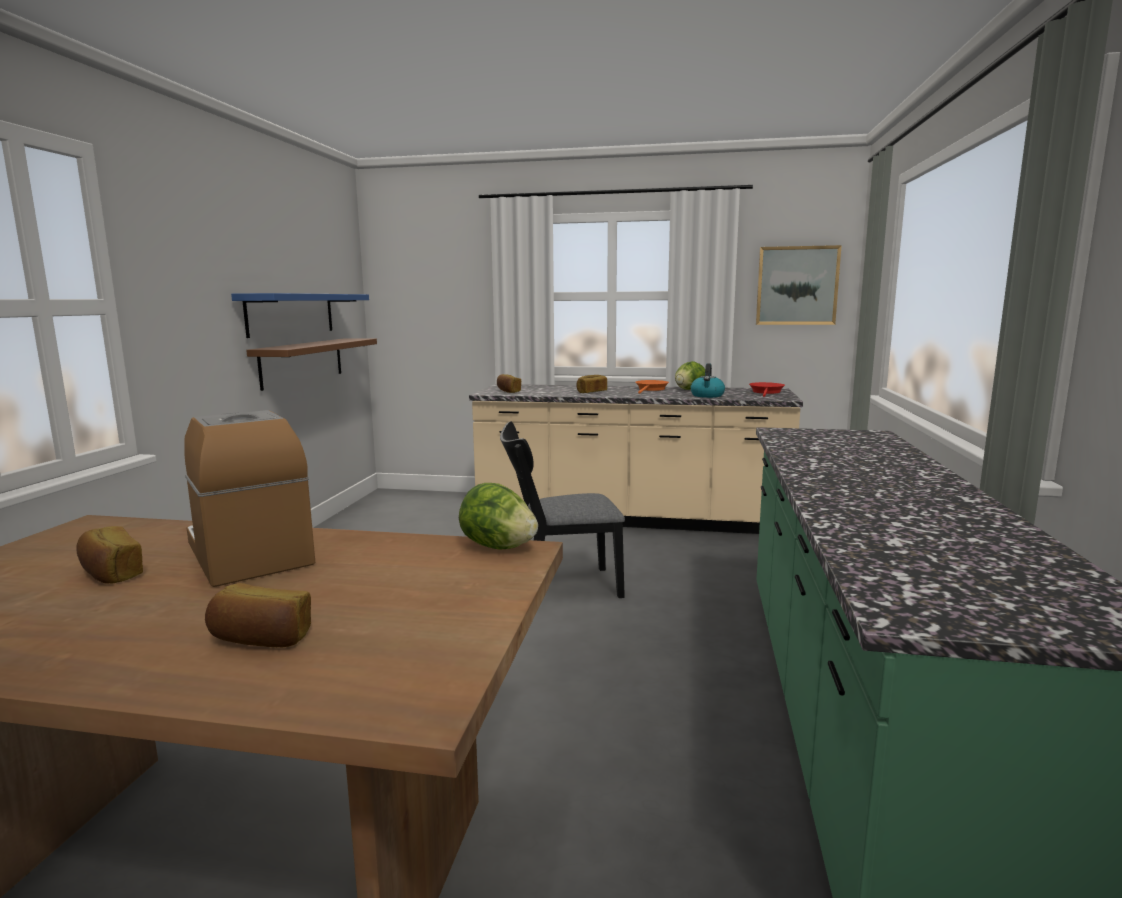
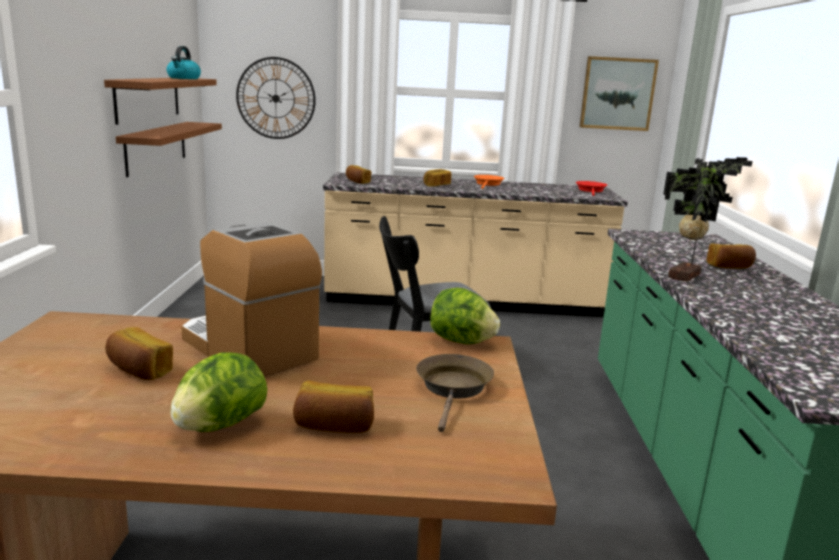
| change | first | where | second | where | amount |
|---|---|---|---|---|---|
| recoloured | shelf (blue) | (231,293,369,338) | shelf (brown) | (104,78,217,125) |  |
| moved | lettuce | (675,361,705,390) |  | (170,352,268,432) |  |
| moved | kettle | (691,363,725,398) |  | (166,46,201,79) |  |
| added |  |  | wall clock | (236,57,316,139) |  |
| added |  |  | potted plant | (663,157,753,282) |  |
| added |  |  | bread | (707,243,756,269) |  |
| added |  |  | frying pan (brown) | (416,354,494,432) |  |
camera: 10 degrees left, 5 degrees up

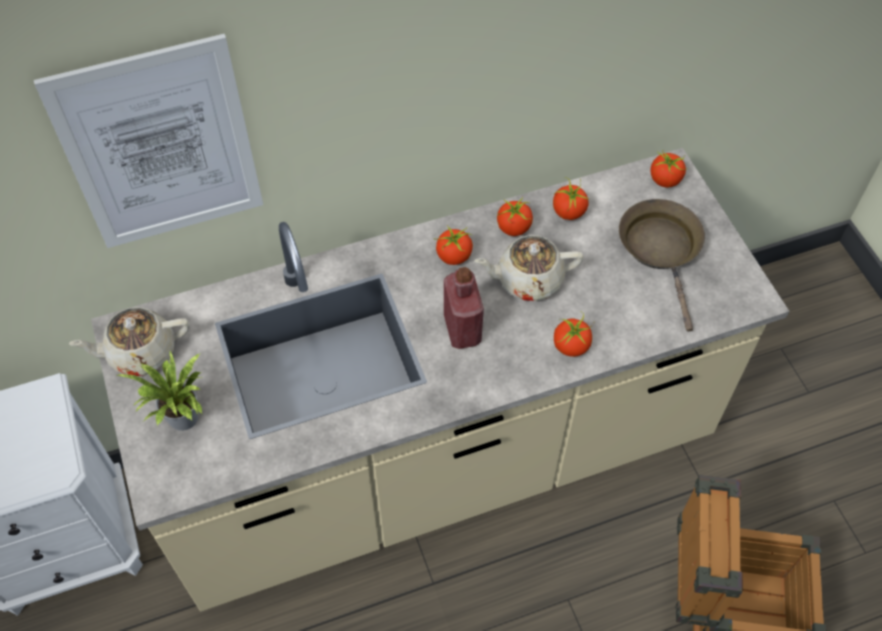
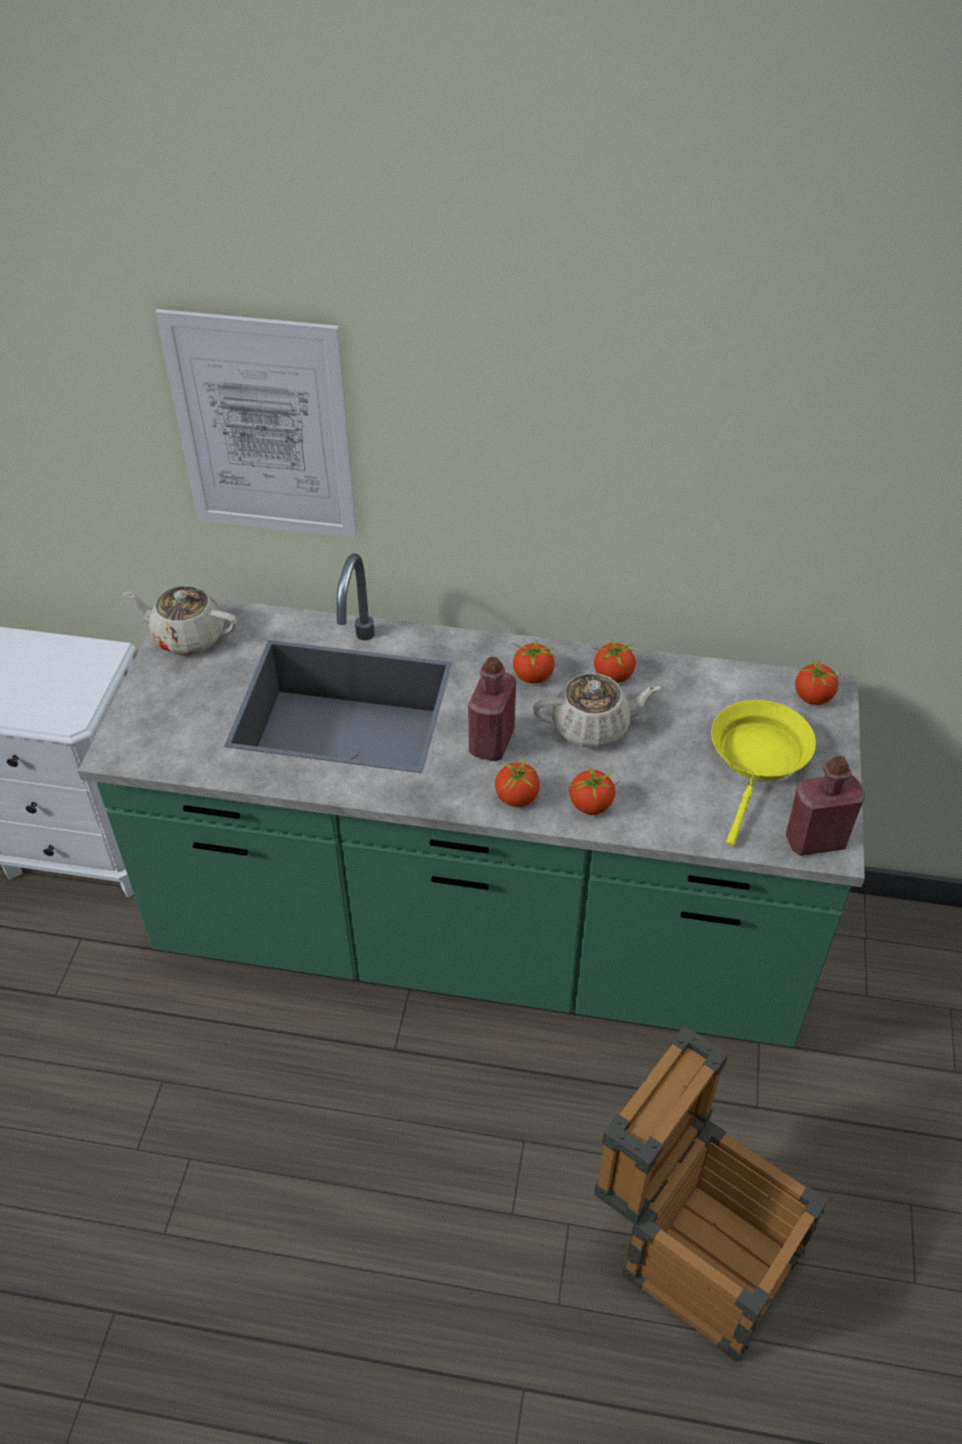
| change | first | where | second | where | amount |
|---|---|---|---|---|---|
| recoloured | counter (beige) | (91,148,789,611) | counter (green) | (78,553,865,1047) |  |
| moved | tomato | (553,177,589,220) |  | (495,753,540,807) |  |
| recoloured | frying pan (brown) | (619,199,705,332) | frying pan (yellow) | (711,700,816,846) |  |
| turned | teapot (beige) | (475,235,584,301) |  | (533,673,661,748) | 150 degrees clockwise |
| removed | potted plant | (117,349,203,431) |  |  |  |
| added |  |  | bottle (red) | (786,756,865,856) |  |
camera: 30 degrees right, 10 degrees down

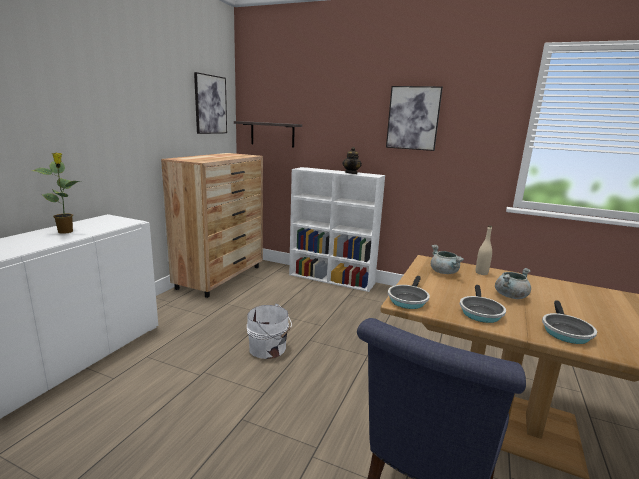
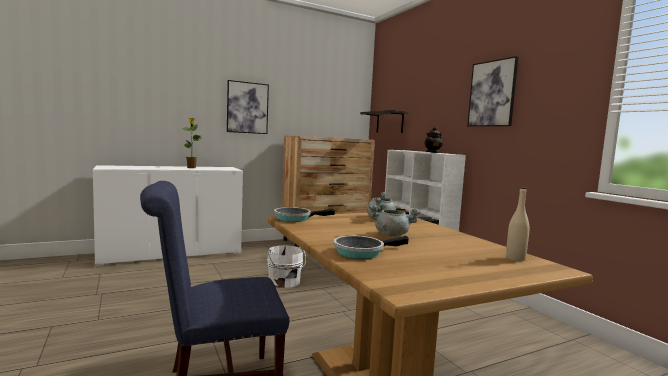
| change | first | where | second | where | amount |
|---|---|---|---|---|---|
| moved | picture | (194,72,227,134) |  | (227,80,269,134) |  |
| moved | bottle (beige) | (476,226,492,275) |  | (506,187,529,261) |  |
| removed | frying pan | (460,285,506,323) |  |  |  |
camera: 40 degrees right, 10 degrees down

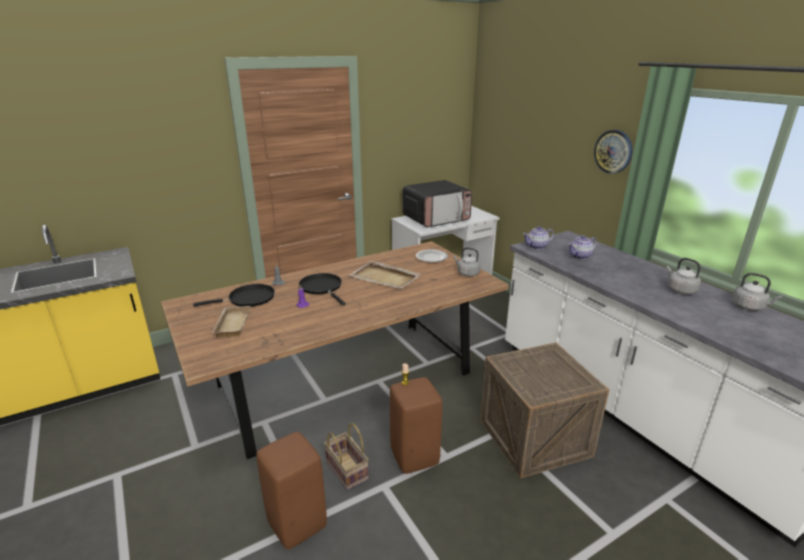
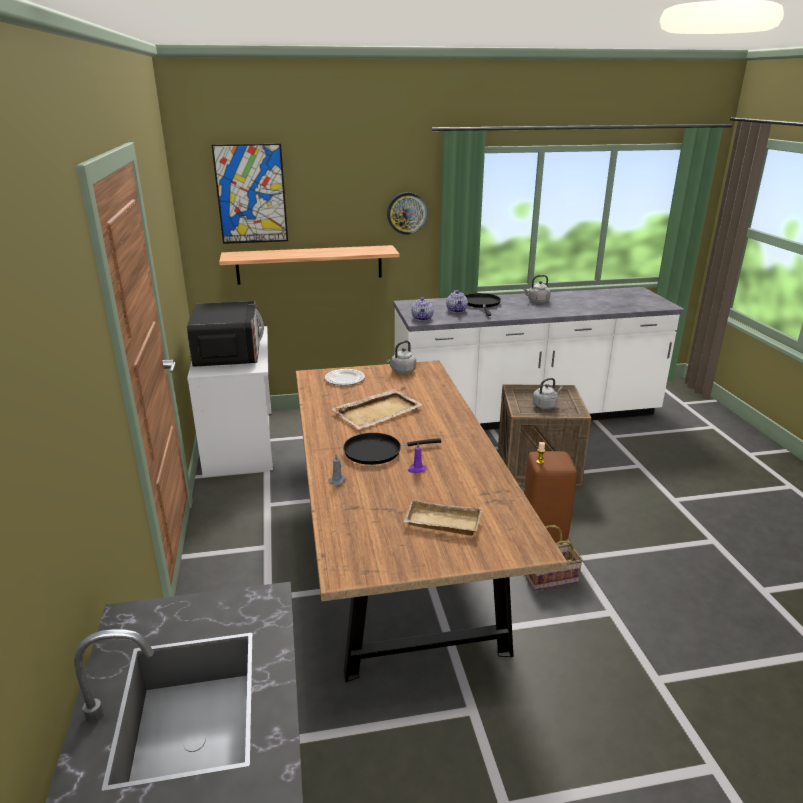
| change | first | where | second | where | amount |
|---|---|---|---|---|---|
| moved | kettle (grey) | (732,273,782,311) |  | (533,378,563,409) |  |
| moved | frying pan (black) | (193,284,275,307) |  | (465,293,501,316) |  |
| removed | stool (brown) | (256,432,327,549) |  |  |  |
| added |  |  | picture | (212,144,288,244) |  |
| added |  |  | shelf | (219,245,400,285) |  |
camera: 70 degrees left, 0 degrees up

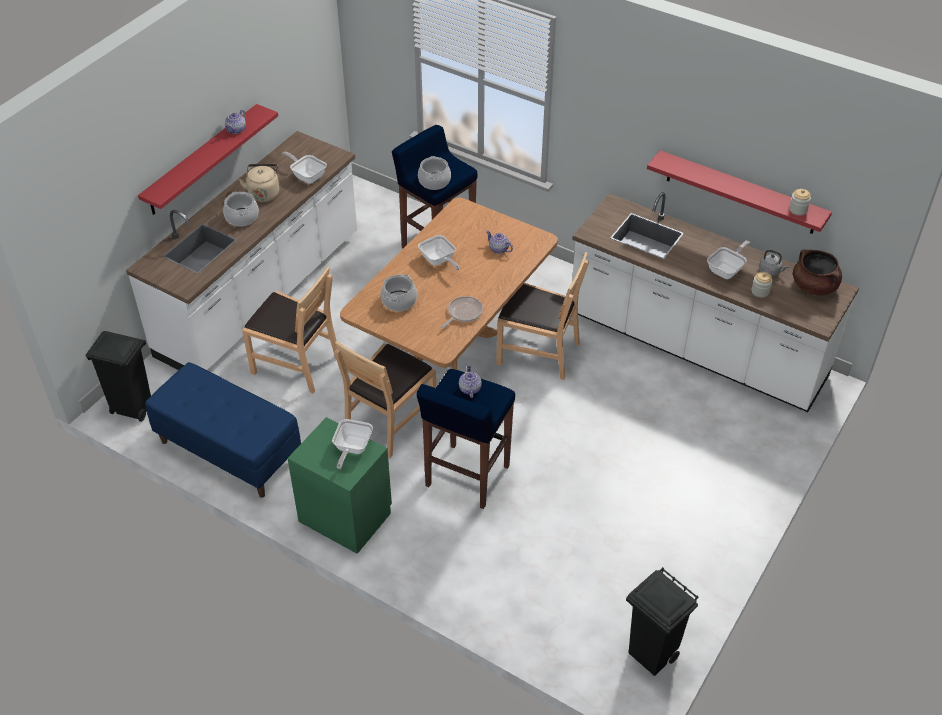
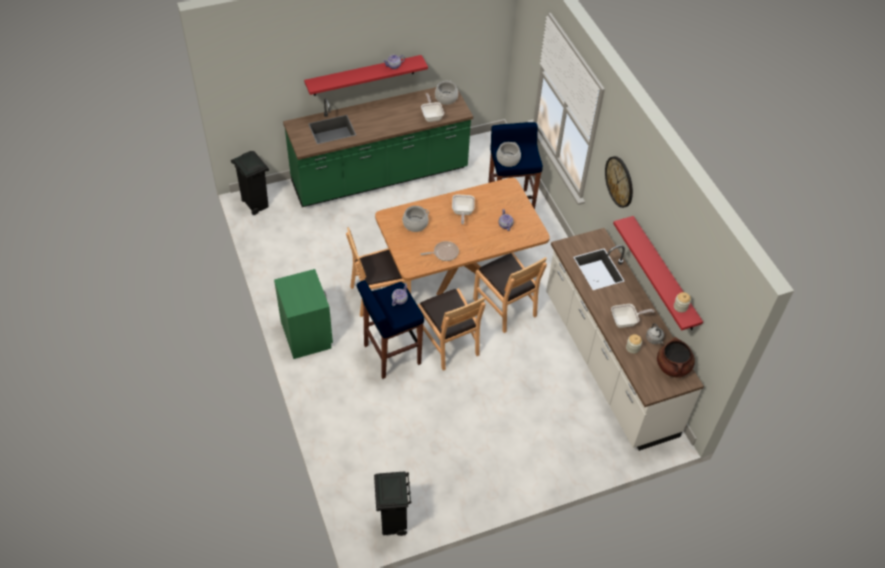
| change | first | where | second | where | amount |
|---|---|---|---|---|---|
| recoloured | counter (white) | (126,131,357,370) | counter (green) | (283,87,473,207) |  |
| removed | kettle (beige) | (239,164,279,202) |  |  |  |
| moved | cooking pot | (223,192,259,227) |  | (435,80,458,105) |  |
| moved | chair (brown) | (242,266,337,393) |  | (416,288,485,371) |  |
| removed | bench (blue) | (145,362,301,498) |  |  |  |
| removed | frying pan | (332,419,373,469) |  |  |  |
| added |  |  | wall clock | (605,156,633,208) |  |
camera: 35 degrees right, 5 degrees up

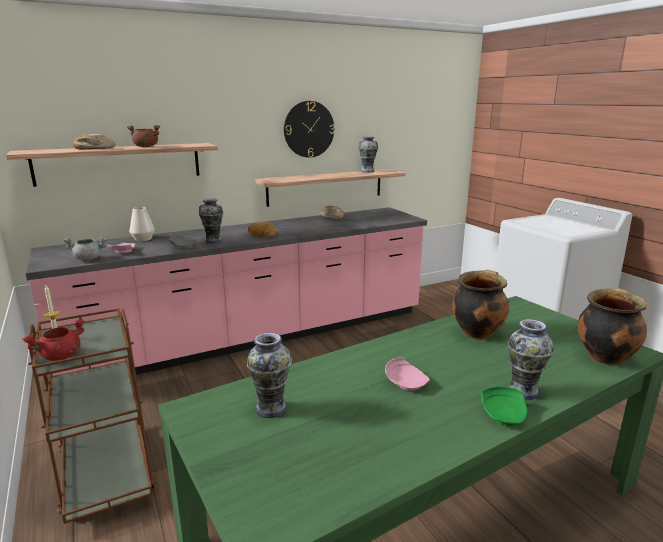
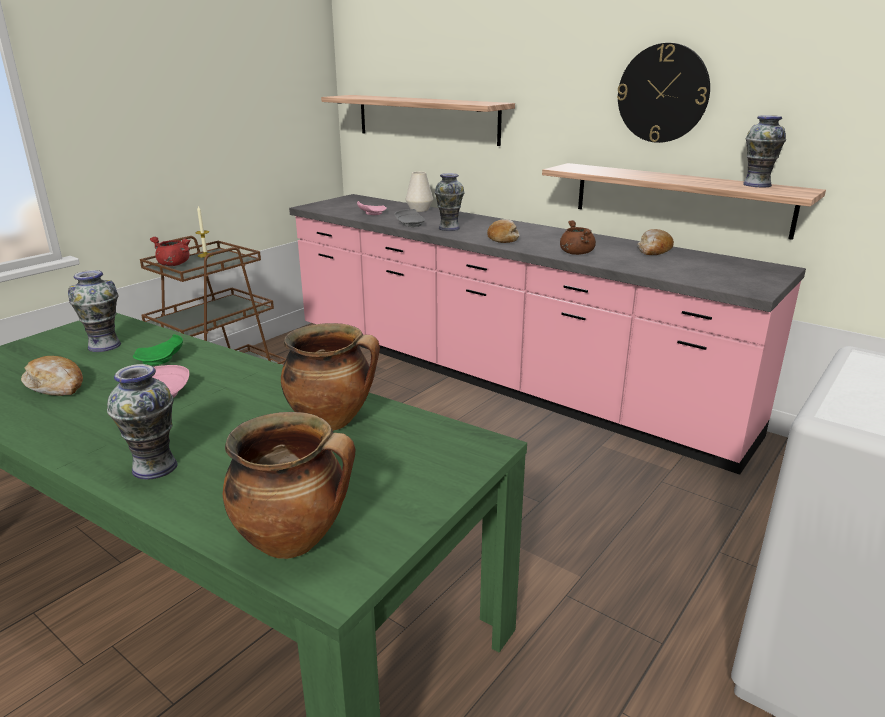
| change | first | where | second | where | amount |
|---|---|---|---|---|---|
| moved | cooking pot (brown) | (127,125,160,147) |  | (560,220,596,255) |  |
| moved | bread | (73,134,116,149) |  | (21,356,83,396) |  |
| removed | cooking pot (grey) | (63,237,107,261) |  |  |  |
| moved | plate (green) | (481,386,527,426) |  | (133,334,183,366) |  |
camera: 65 degrees right, 5 degrees up

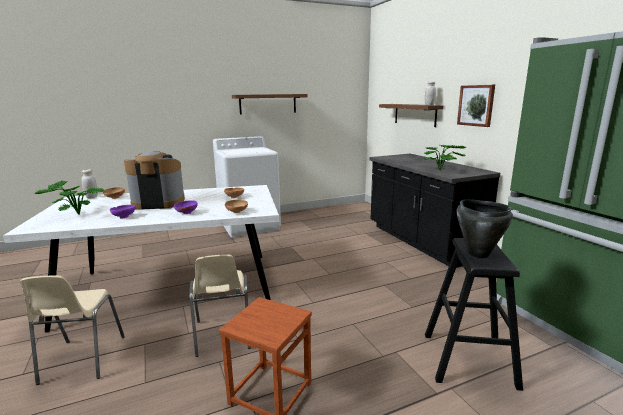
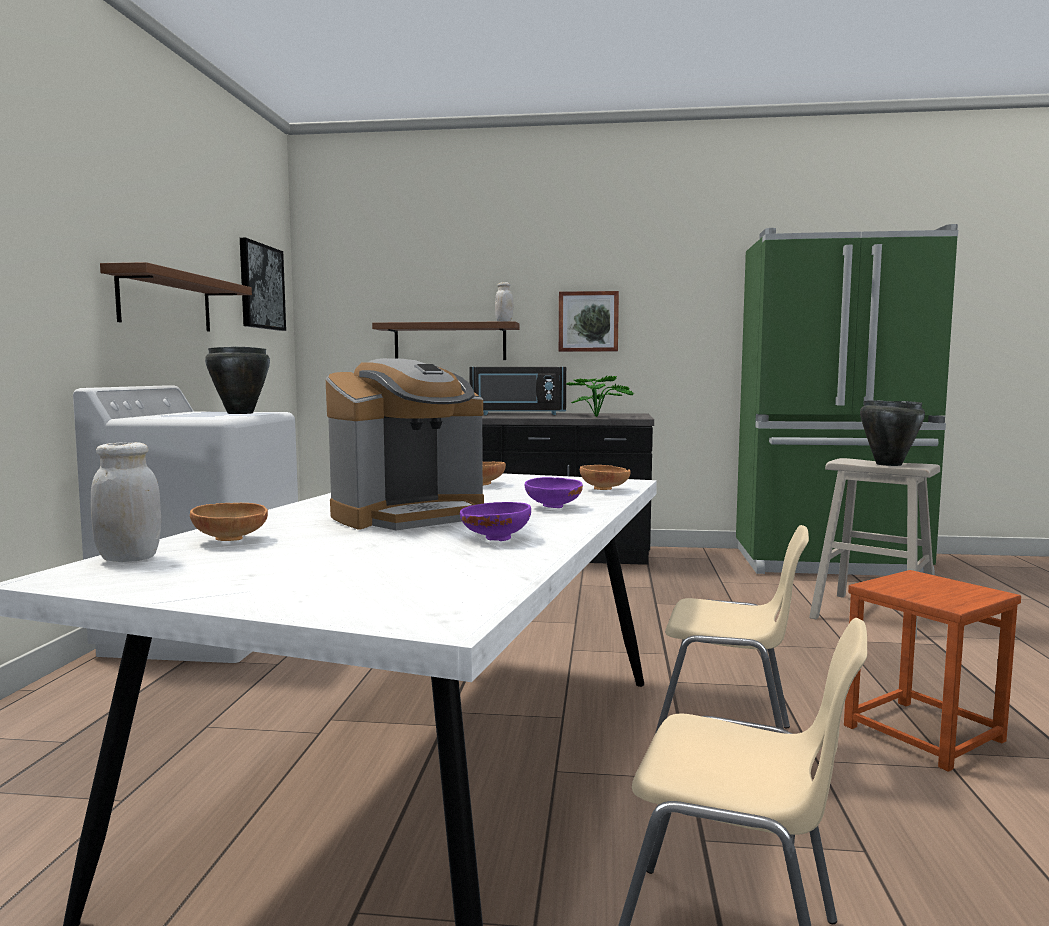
| change | first | where | second | where | amount |
|---|---|---|---|---|---|
| turned | coffee machine | (124,151,185,210) |  | (326,358,484,530) | 150 degrees counterclockwise |
| removed | potted plant | (34,180,105,215) |  |  |  |
| recoloured | stool (black) | (425,238,523,391) | stool (beige) | (809,458,940,639) |  |
| added |  |  | picture | (240,238,286,331) |  |
| added |  |  | cooking pot (black) | (205,346,270,414) |  |
| added |  |  | microwave (black) | (469,367,566,415) |  |
camera: 60 degrees left, 10 degrees down

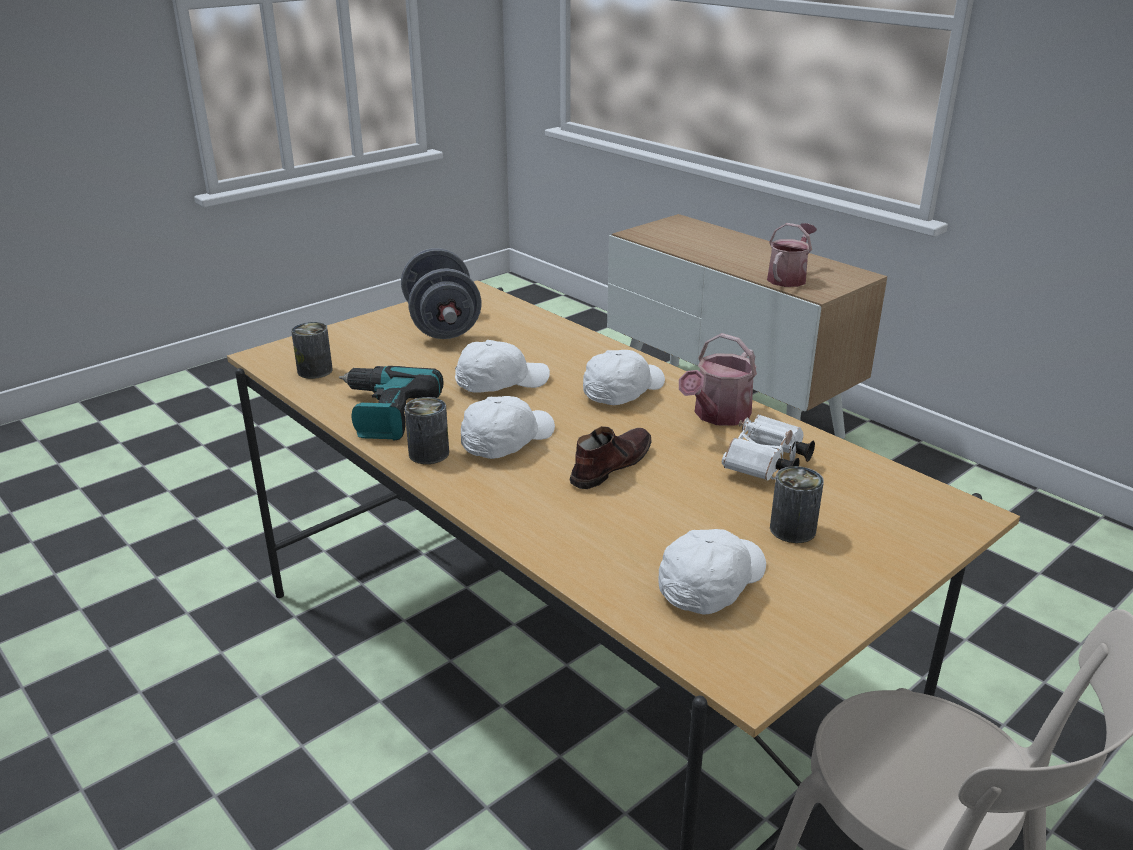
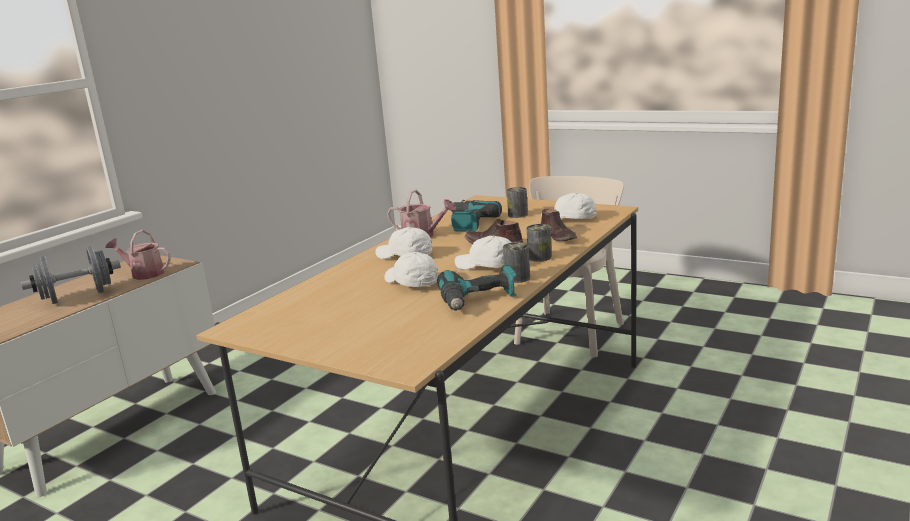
| change | first | where | second | where | amount |
|---|---|---|---|---|---|
| moved | dumbbell (grey) | (401,248,481,339) |  | (21,246,121,304) |  |
| moved | can | (291,322,333,379) |  | (527,224,552,262) |  |
| replaced | binoculars (white) | (722,414,815,480) | power drill | (451,200,502,232) |  |
| added |  |  | shoe (brown) | (541,209,577,241) |  |
camera: 105 degrees left, 10 degrees down

